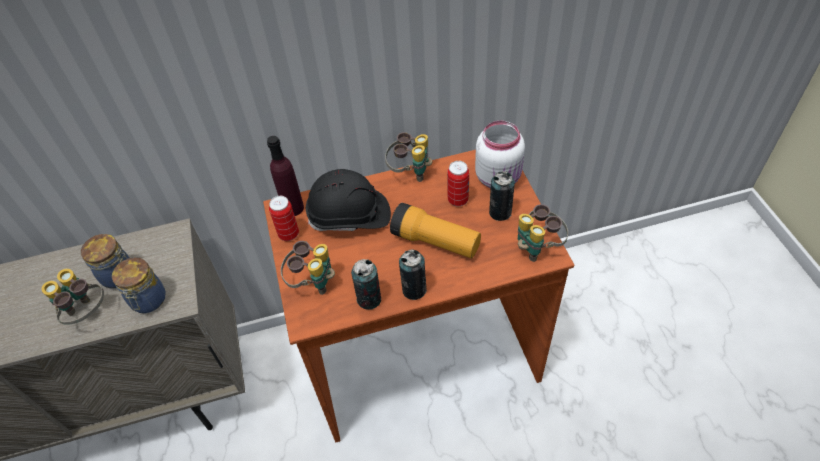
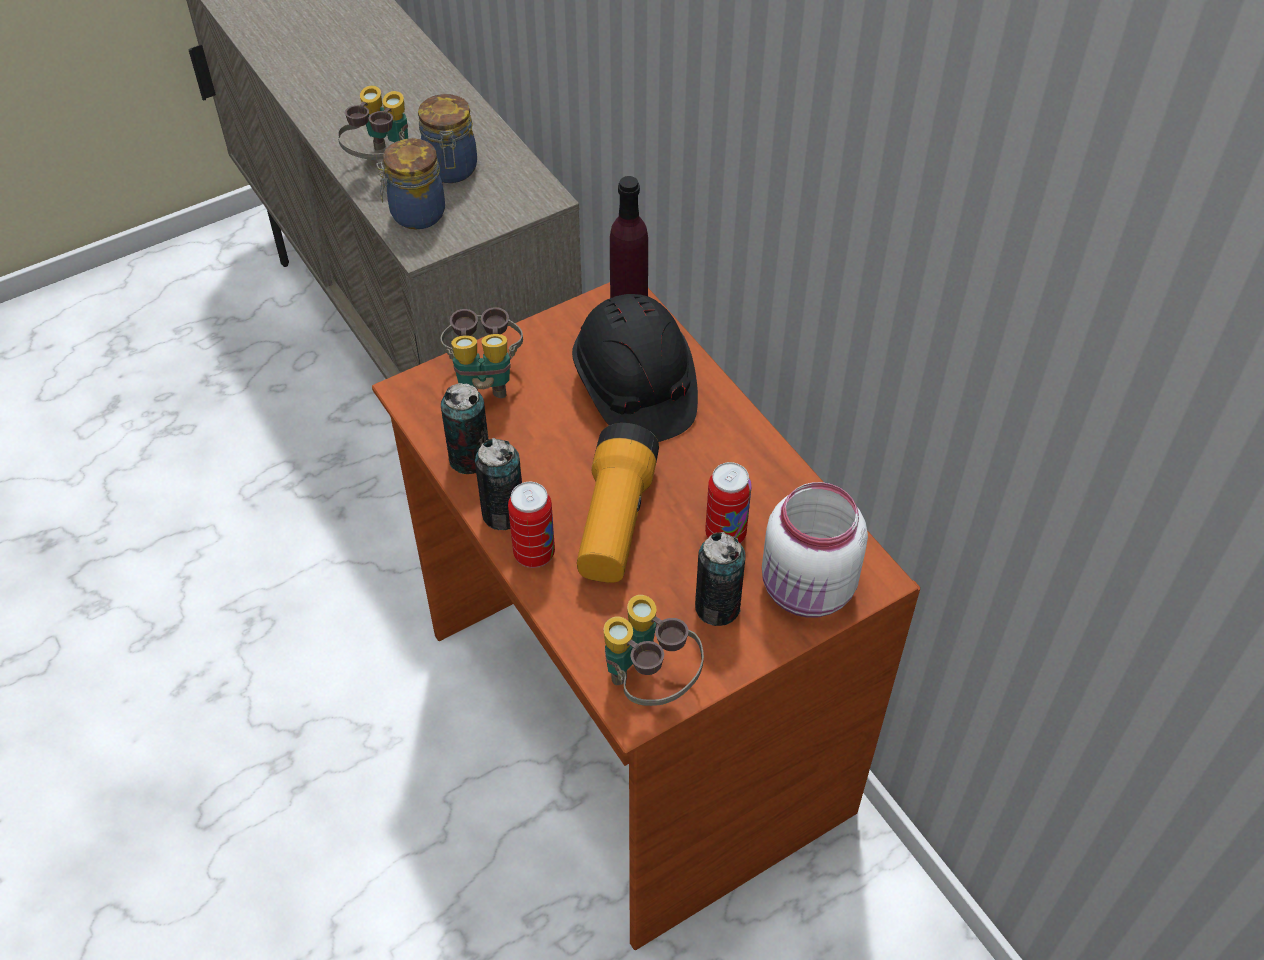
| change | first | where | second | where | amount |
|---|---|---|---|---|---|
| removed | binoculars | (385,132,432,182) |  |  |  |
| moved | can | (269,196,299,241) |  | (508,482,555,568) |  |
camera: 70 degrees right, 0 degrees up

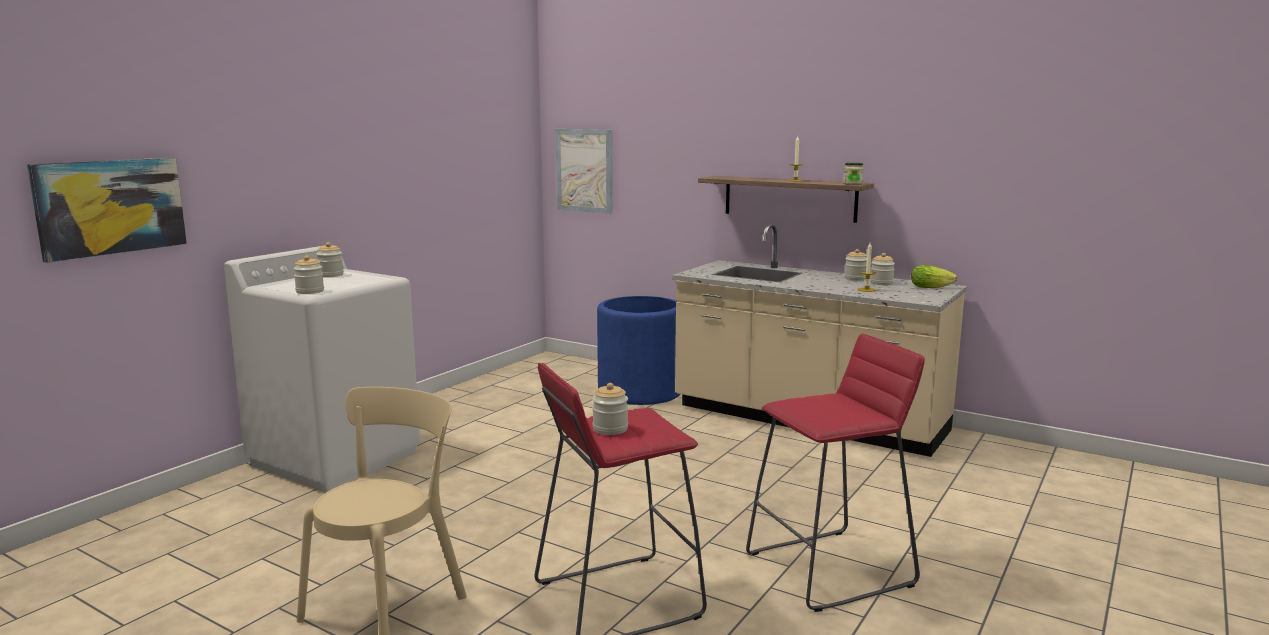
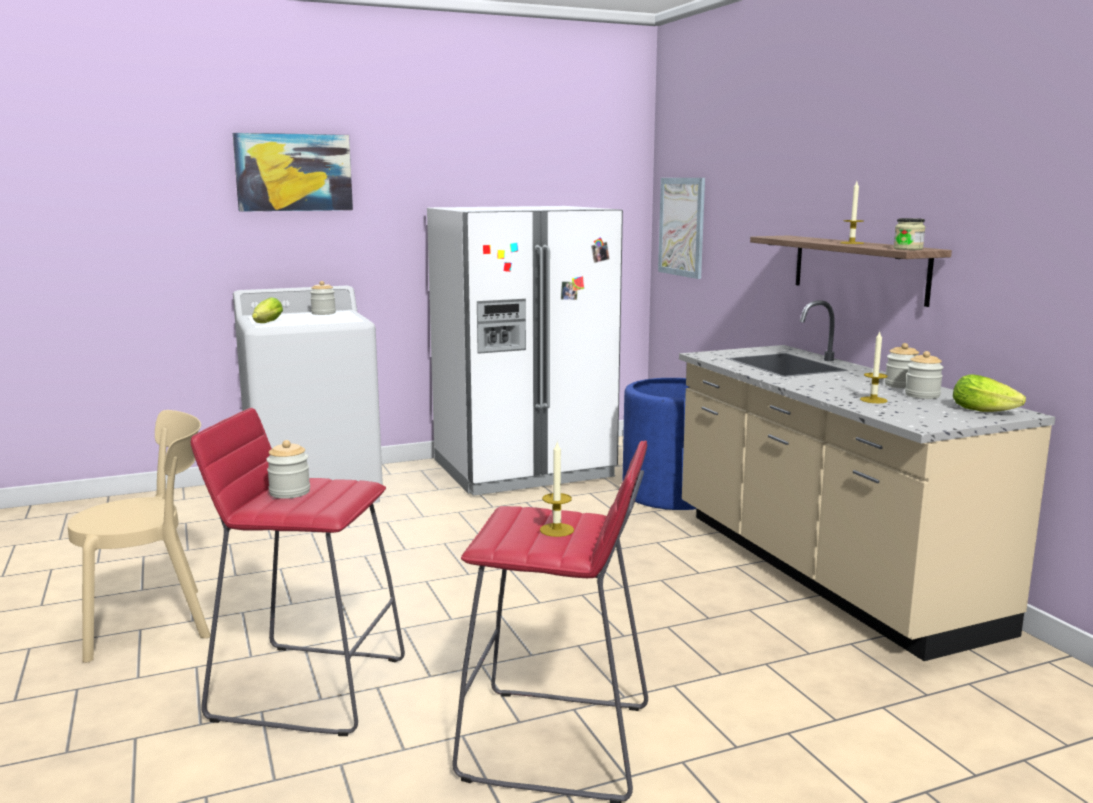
| change | first | where | second | where | amount |
|---|---|---|---|---|---|
| moved | picture | (27,158,187,263) |  | (233,133,353,212) |  |
| replaced | jar | (293,255,324,294) | lettuce | (252,297,283,323) |  |
| added |  |  | fridge (white) | (427,206,623,496) |  |
| added |  |  | candle | (540,442,574,537) |  |
camera: 35 degrees right, 0 degrees up

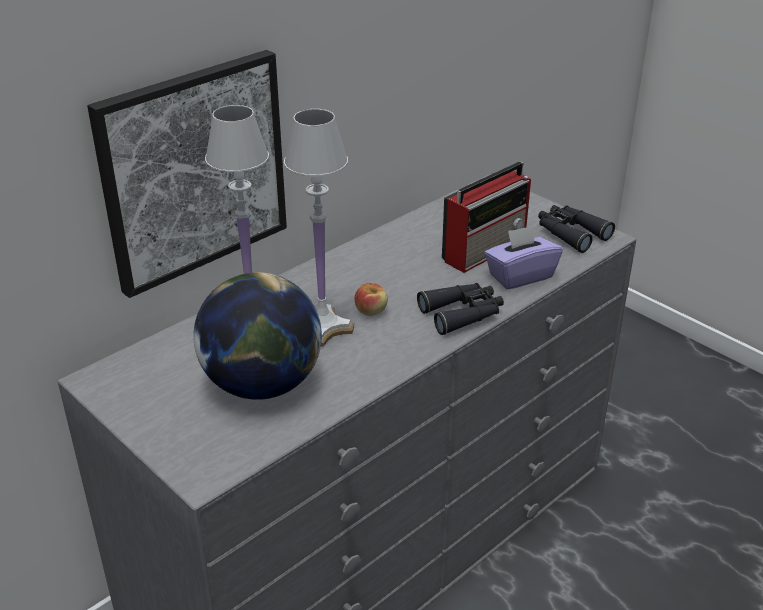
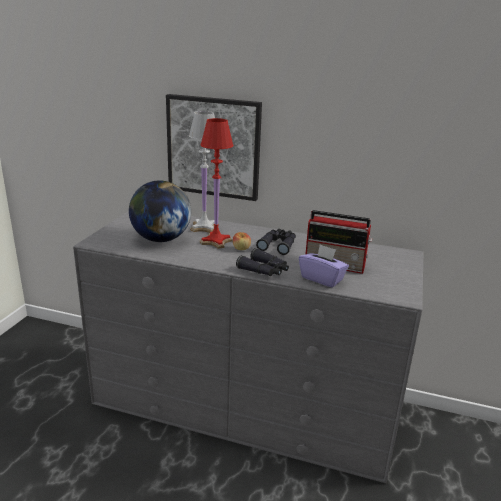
| change | first | where | second | where | amount |
|---|---|---|---|---|---|
| recoloured | table lamp (white) | (284,109,354,347) | table lamp (red) | (200,118,234,249) |  |
| moved | binoculars (black) | (538,205,615,253) |  | (256,229,296,255) |  |
camera: 60 degrees right, 10 degrees down

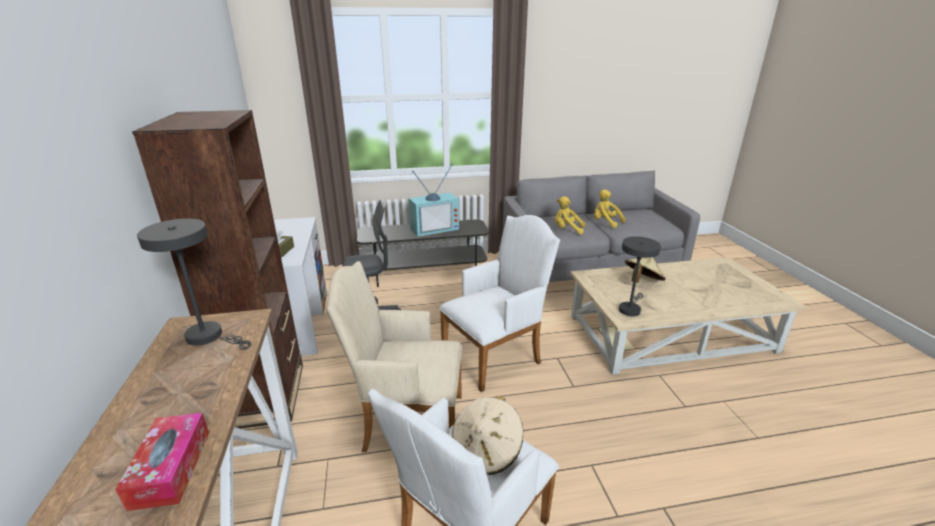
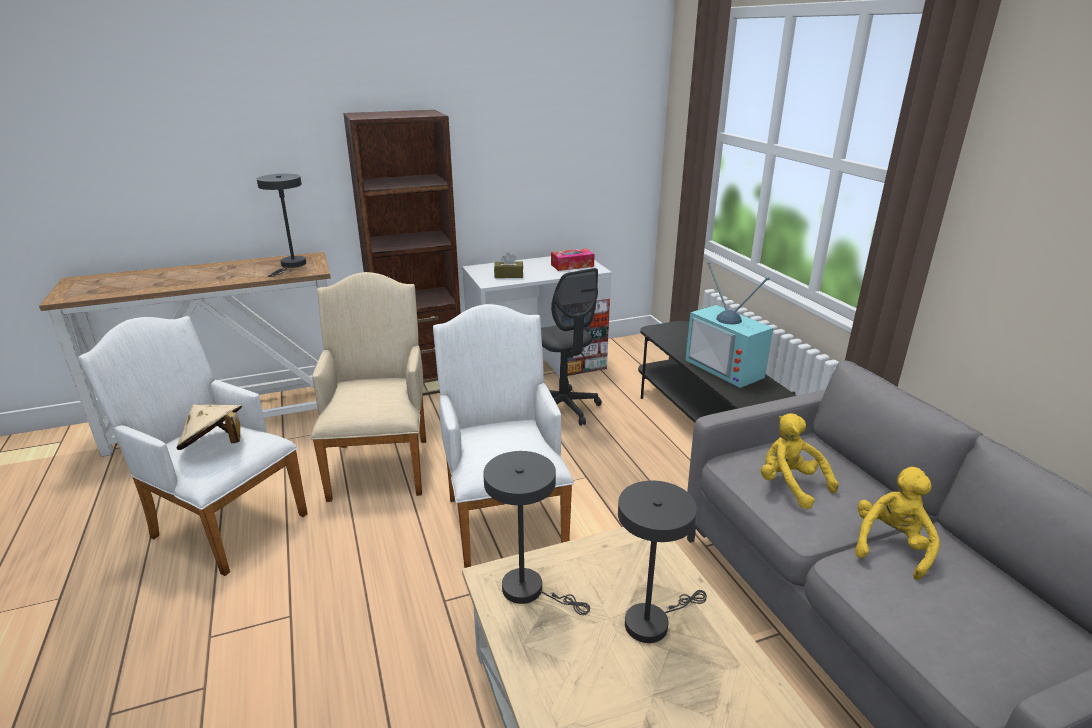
| change | first | where | second | where | amount |
|---|---|---|---|---|---|
| turned | plush toy (yellow) | (555,196,585,235) |  | (761,413,839,509) | 45 degrees counterclockwise |
| turned | armchair (white) | (439,215,560,392) |  | (433,304,574,568) | 150 degrees counterclockwise |
| replaced | hat (beige) | (625,257,665,283) | table lamp (grey) | (618,481,707,643) |  |
| moved | tissue box | (115,413,209,511) |  | (551,248,595,271) |  |
camera: 80 degrees right, 0 degrees up

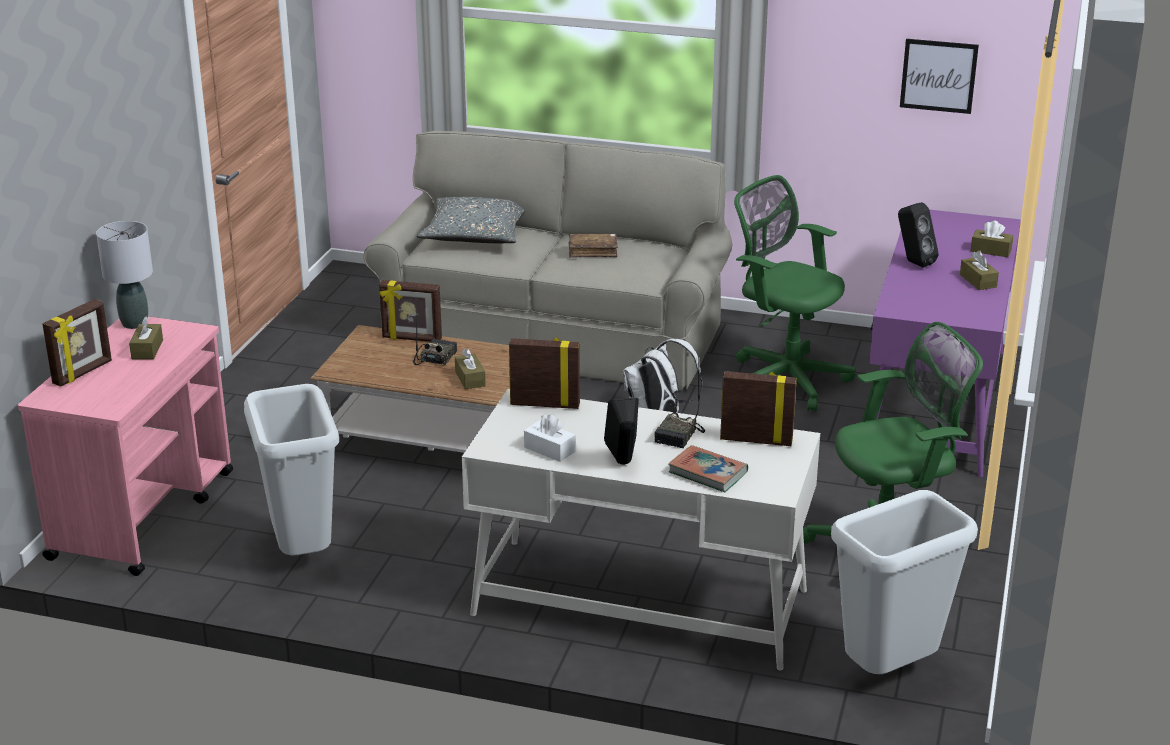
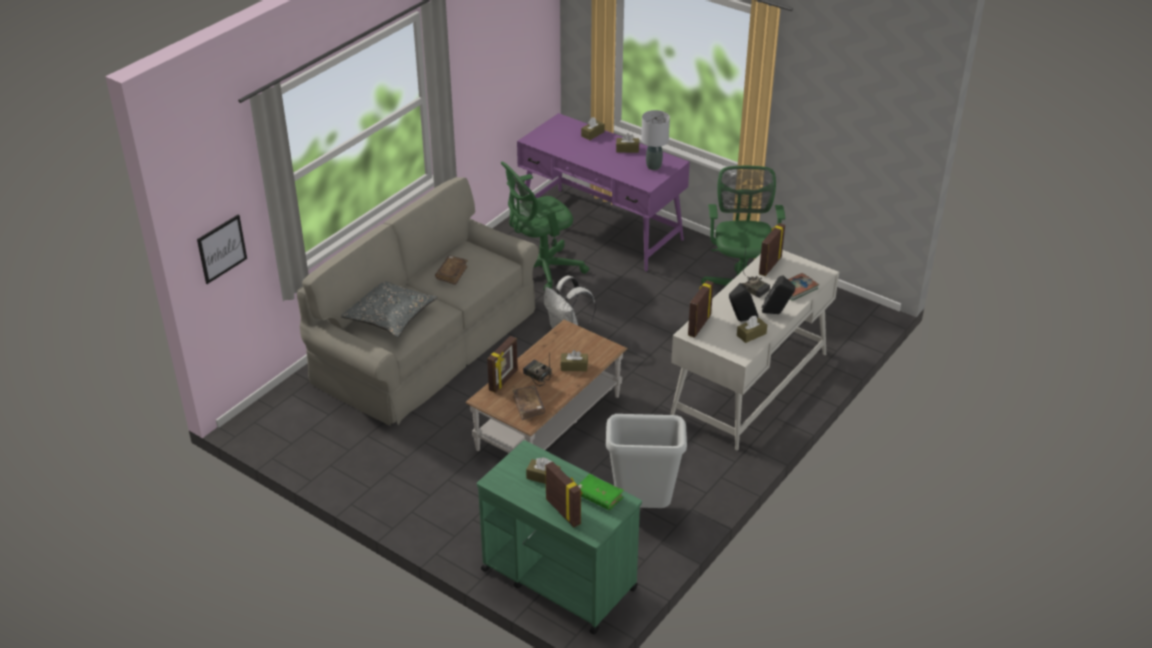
| change | first | where | second | where | amount |
|---|---|---|---|---|---|
| moved | picture | (900,39,979,114) |  | (197,214,247,284) |  |
| moved | speaker (black) | (898,202,939,268) |  | (729,283,759,321) |  |
| moved | table lamp (grey) | (96,221,153,329) |  | (641,110,670,170) |  |
| recoloured | cart (pink) | (18,316,233,576) | cart (green) | (477,440,642,635) |  |
| recoloured | tissue box (white) | (524,414,576,462) | tissue box (brown) | (737,316,767,343) |  |
| removed | trash can (grey) | (831,490,978,674) |  |  |  |
| added |  |  | book (brown) | (512,385,545,420) |  |
| added |  |  | book (green) | (578,474,624,510) |  |
camera: 70 degrees left, 10 degrees up

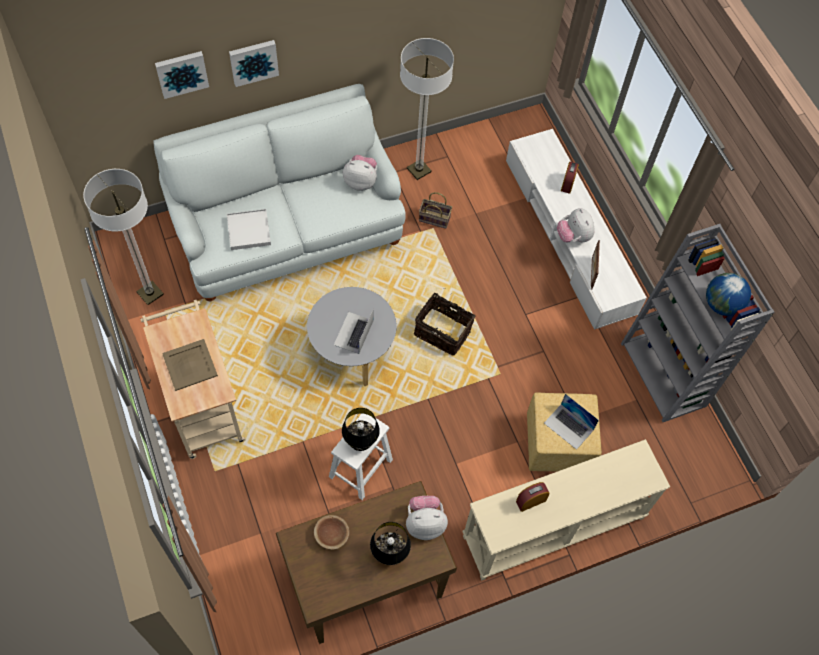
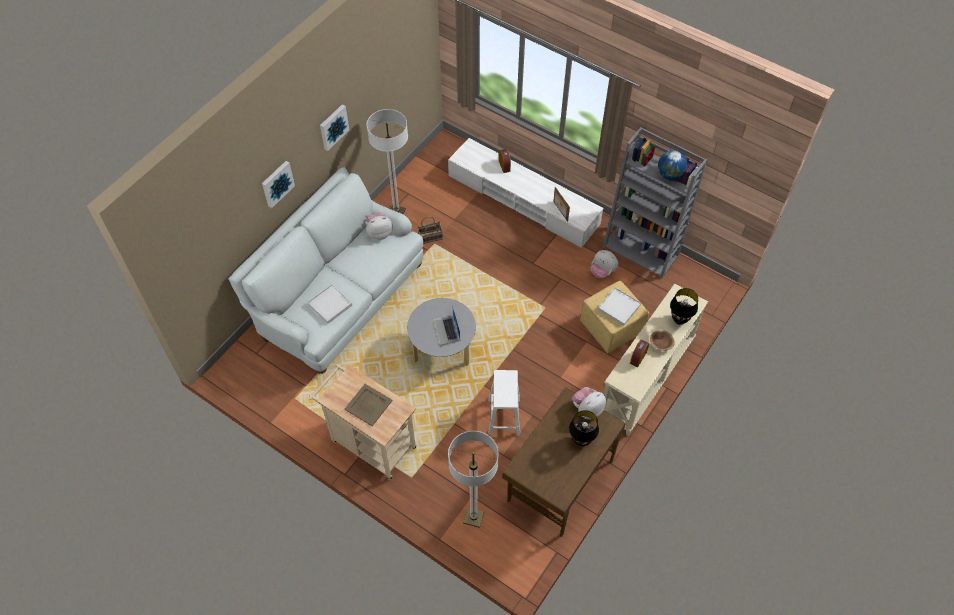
| change | first | where | second | where | amount |
|---|---|---|---|---|---|
| moved | picture | (155,51,209,99) |  | (320,104,349,151) |  |
| moved | floor lamp | (83,169,164,305) |  | (448,431,499,528) |  |
| moved | plush toy | (557,208,595,242) |  | (591,250,618,279) |  |
| removed | basket | (414,293,476,355) |  |  |  |
| replaced | laptop | (544,394,599,450) | tray (white) | (598,287,641,326) |  |
| moved | table lamp (black) | (342,408,380,451) |  | (670,288,698,325) |  |
| moved | bowl (brown) | (314,515,349,550) |  | (650,330,675,351) |  |
camera: 30 degrees left, 5 degrees down

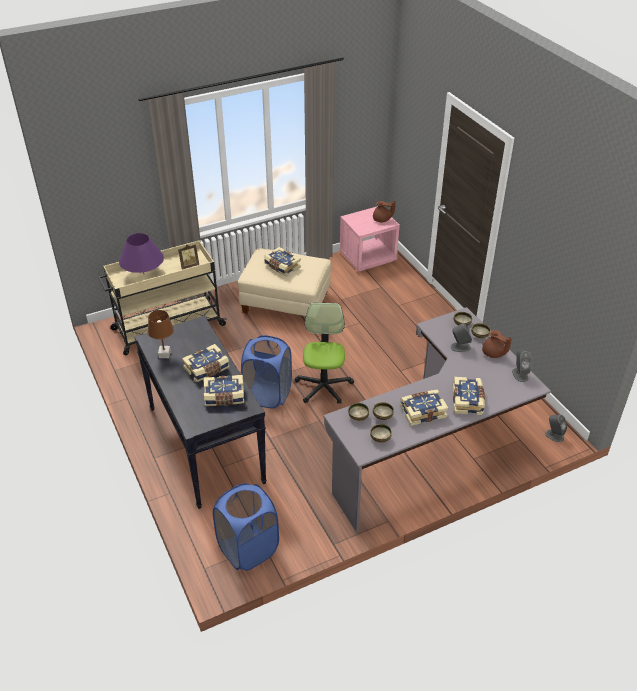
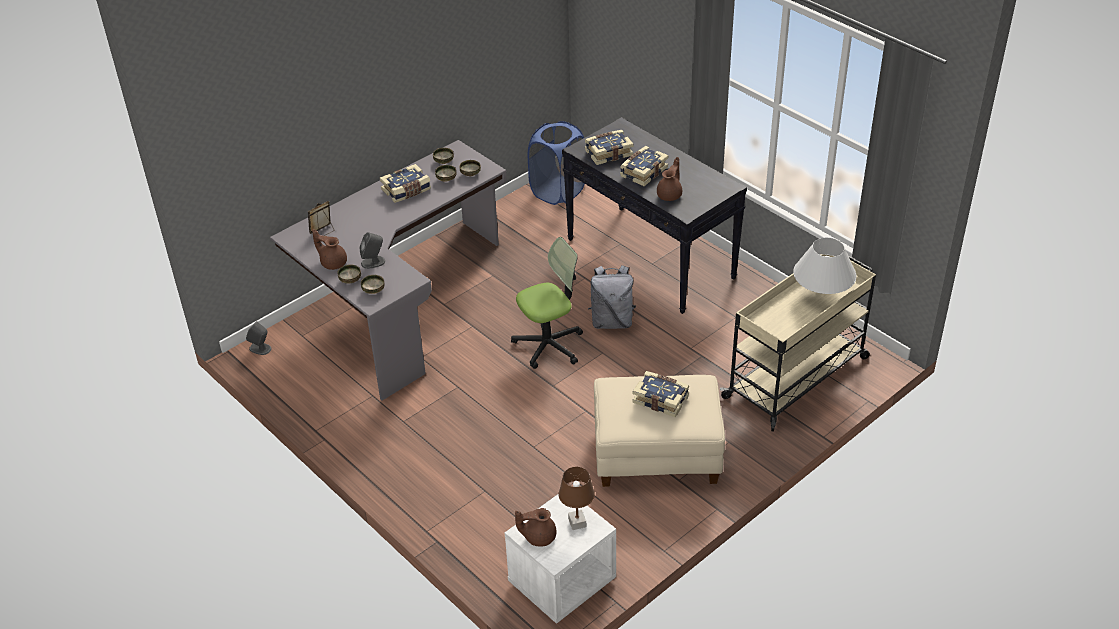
| change | first | where | second | where | amount |
|---|---|---|---|---|---|
| recoloured | nightstand (pink) | (340,206,400,272) | nightstand (white) | (505,494,616,624) |  |
| recoloured | table lamp (purple) | (119,233,164,273) | table lamp (white) | (793,237,857,294) |  |
| moved | picture frame | (178,244,199,270) |  | (308,201,334,236) |  |
| turned | office chair | (294,303,354,404) |  | (511,237,583,369) | 105 degrees counterclockwise |
| moved | table lamp (brown) | (148,310,174,358) |  | (559,467,595,530) |  |
| replaced | laundry basket (blue) | (241,335,292,409) | backpack (grey) | (588,265,636,329) |  |
| removed | speaker (grey) | (512,350,532,382) |  |  |  |
| removed | book | (453,377,485,415) |  |  |  |
| added |  |  | teapot (brown) | (657,157,682,201) |  |
camera: 165 degrees right, 0 degrees up

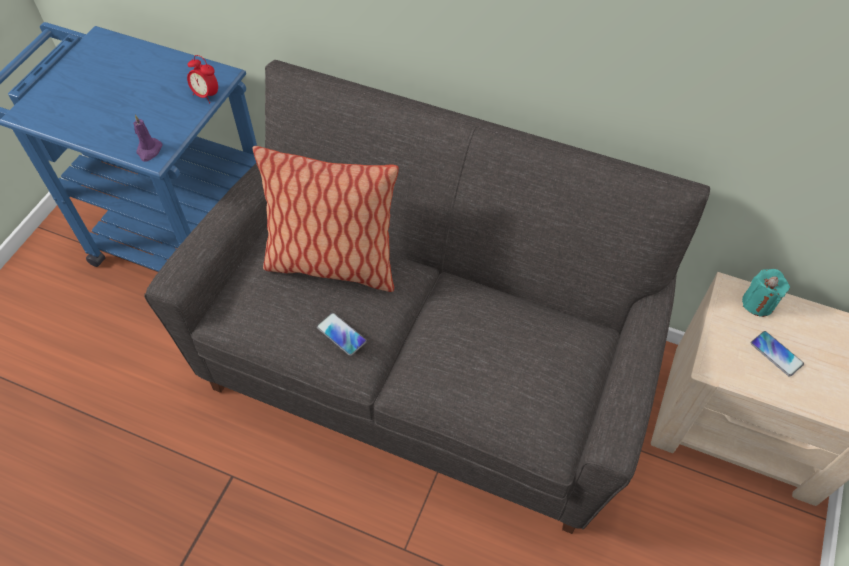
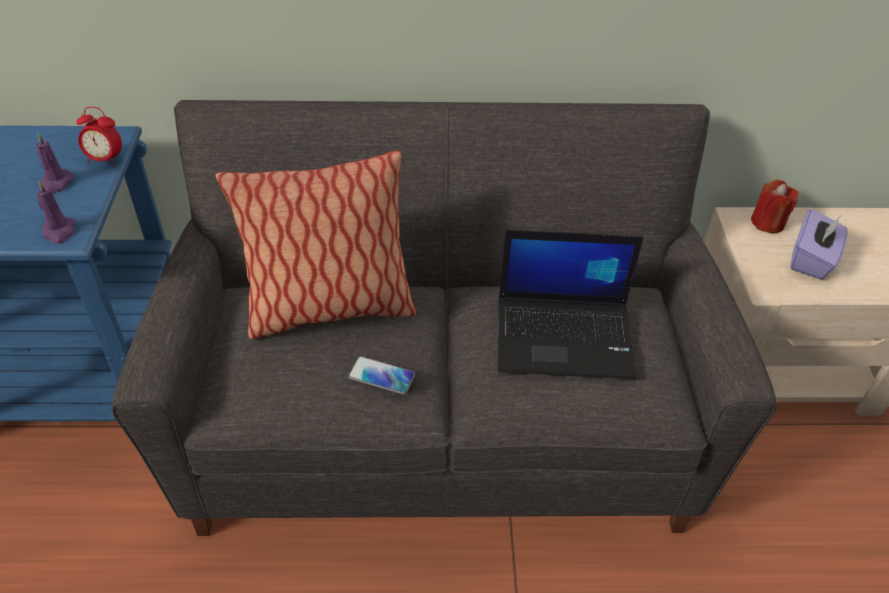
| change | first | where | second | where | amount |
|---|---|---|---|---|---|
| recoloured | candle (turquoise) | (742,269,790,317) | candle (red) | (751,180,799,233) |  |
| replaced | phone | (751,331,804,377) | tissue box (purple) | (790,209,848,279) |  |
| added |  |  | candle (purple) | (36,133,74,194) |  |
| added |  |  | laptop | (498,230,644,379) |  |
camera: 25 degrees left, 10 degrees down

